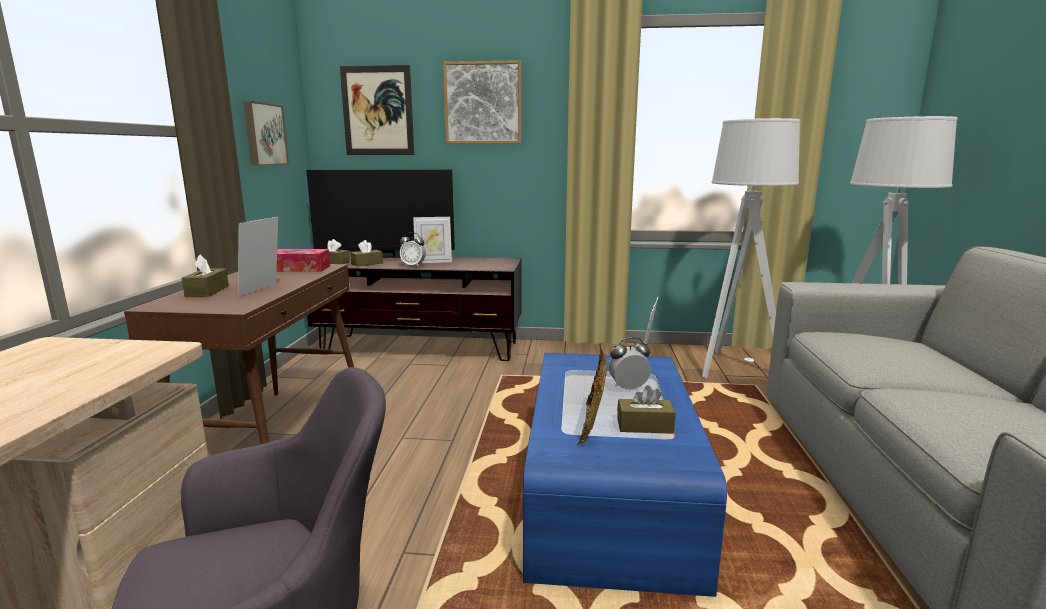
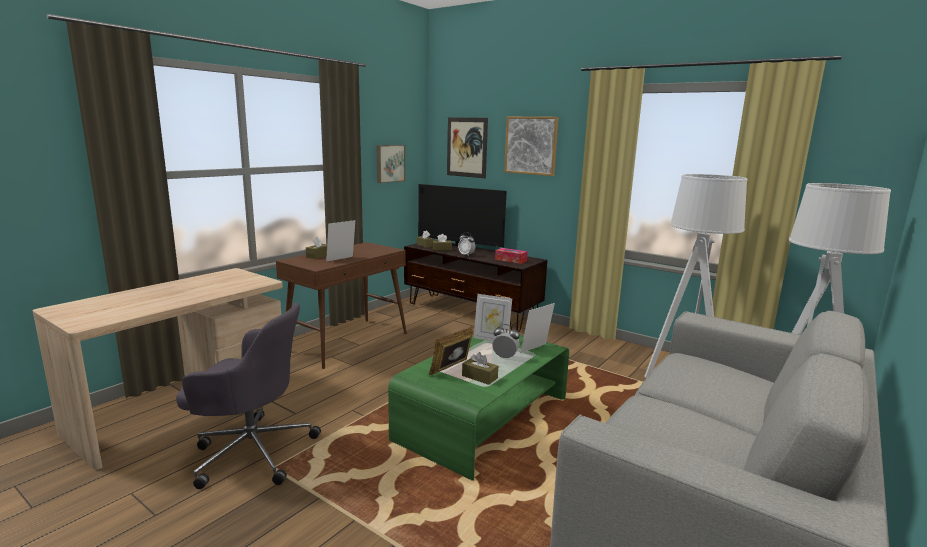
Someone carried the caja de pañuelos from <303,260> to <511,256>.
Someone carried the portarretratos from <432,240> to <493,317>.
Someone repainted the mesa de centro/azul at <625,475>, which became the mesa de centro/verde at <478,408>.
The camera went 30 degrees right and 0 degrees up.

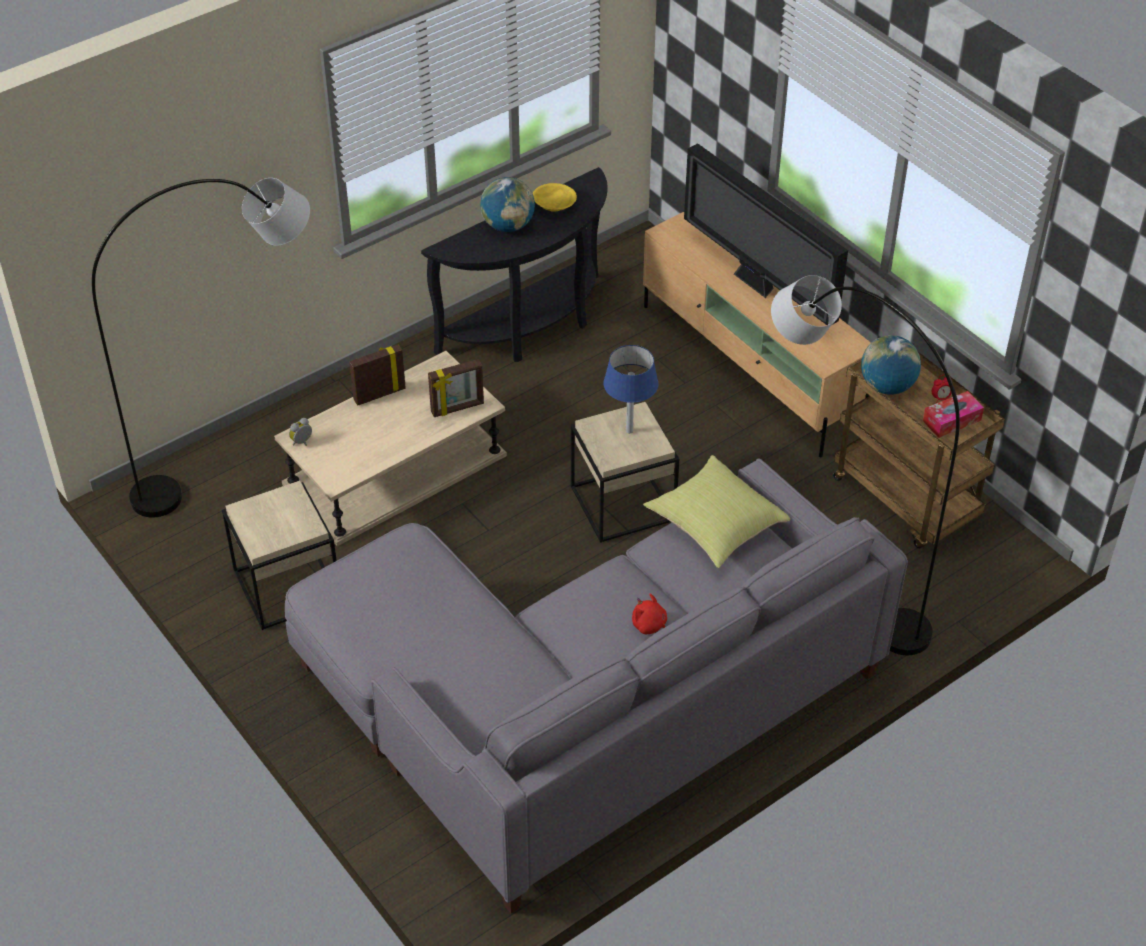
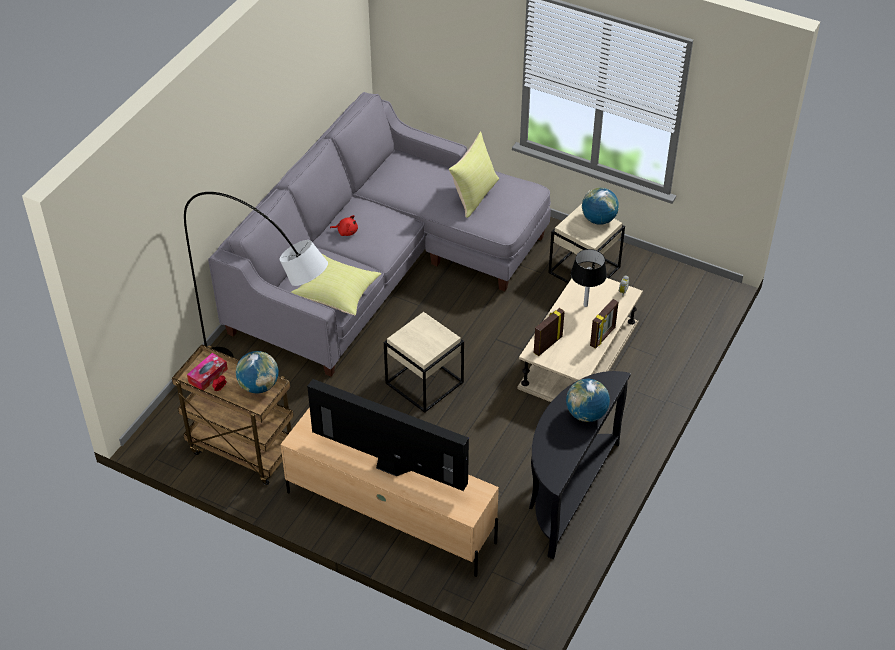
Someone took away the lámpara de pie/gris at <201,348>.
Someone took away the cuenco/amarillo at <555,197>.
Someone took away the lámpara de mesa/azul at <630,389>.
Someone put down the cojín/amarillo at <474,174>.
Someone put down the lámpara de mesa/negro at <589,278>.
Someone put down the globo terráqueo at <600,206>.
The camera went 155 degrees right and 0 degrees up.

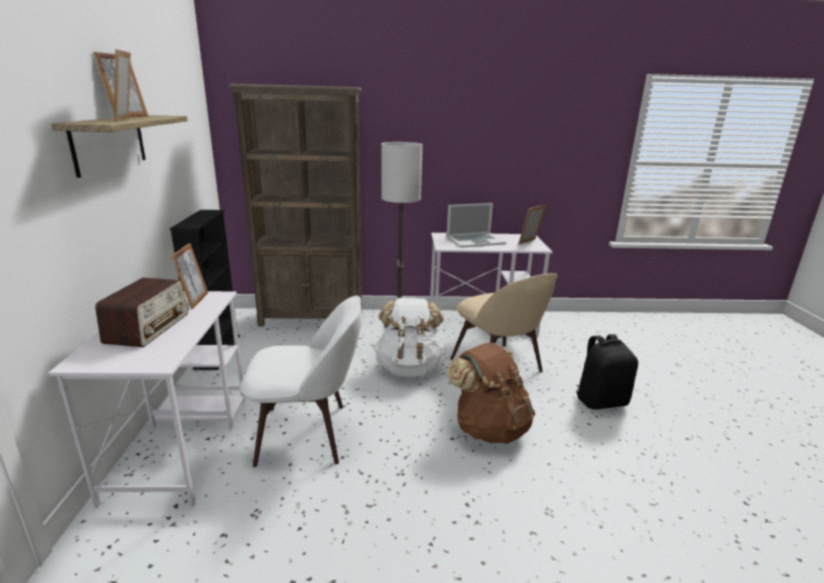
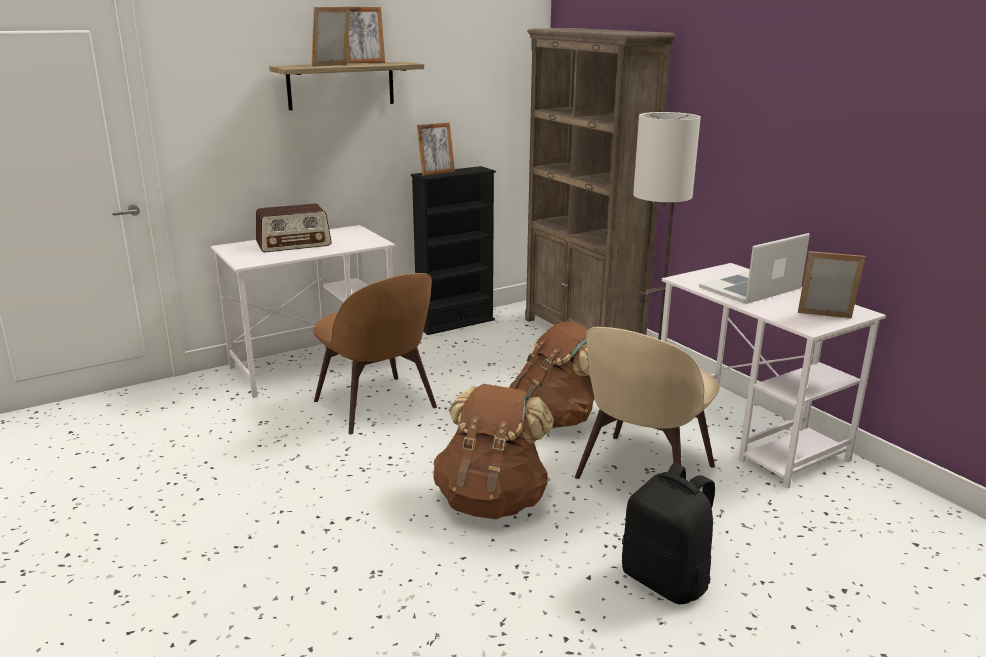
Someone carried the portarretratos from <189,276> to <436,149>.
Someone repainted the silla/blanco at <300,381>, which became the silla/marrón at <375,353>.
Someone repainted the mochila/blanco at <410,337>, which became the mochila/marrón at <551,374>.
Someone rotated the portátil at <476,225> by 105 degrees clockwise.
The camera went 60 degrees right and 0 degrees up.

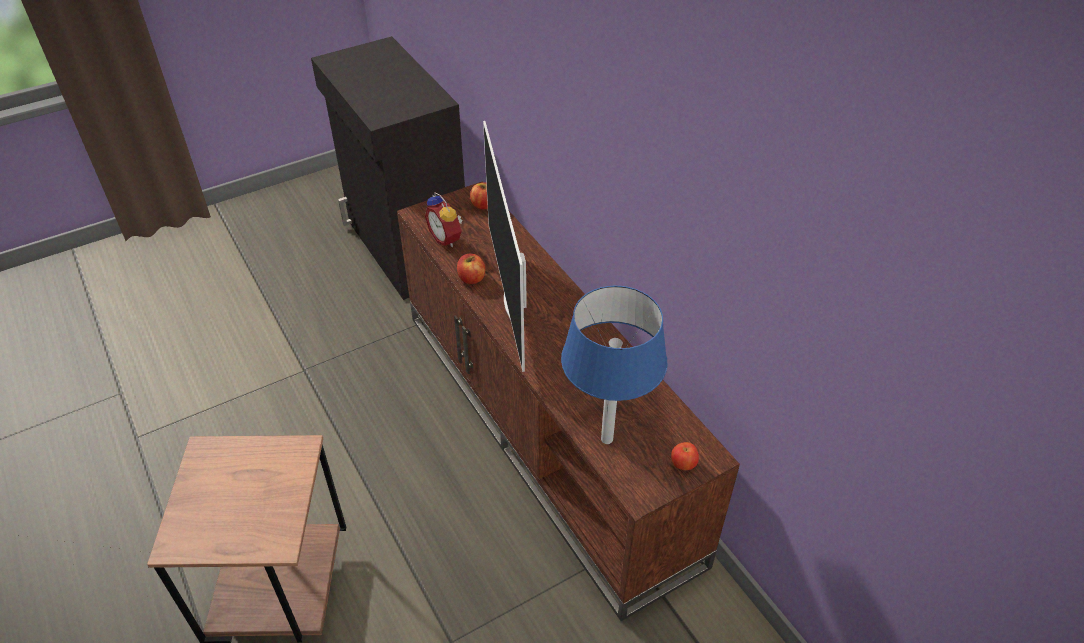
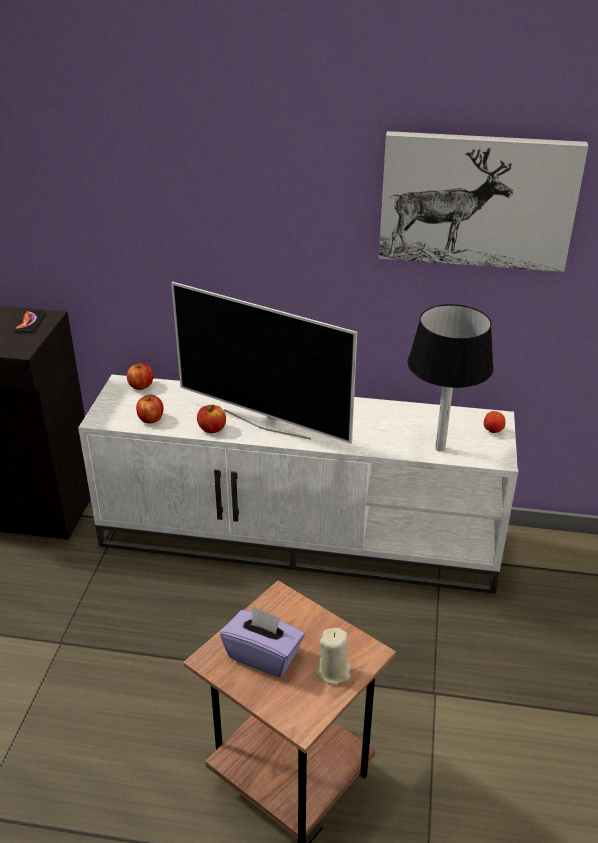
Someone repainted the mueble de televisión/marrón at <568,401>, which became the mueble de televisión/blanco at <298,484>.
Someone swapped the despertador at <444,219> for the manzana at <149,409>.
Someone repainted the lámpara de mesa/azul at <614,365>, which became the lámpara de mesa/negro at <450,378>.
Someone put down the móvil at <30,321>.
Someone put down the caja de pañuelos/morado at <262,641>.
Someone put down the vela/beis at <334,656>.
Someone put up the cuadro at <483,201>.
The camera went 50 degrees left and 10 degrees down.

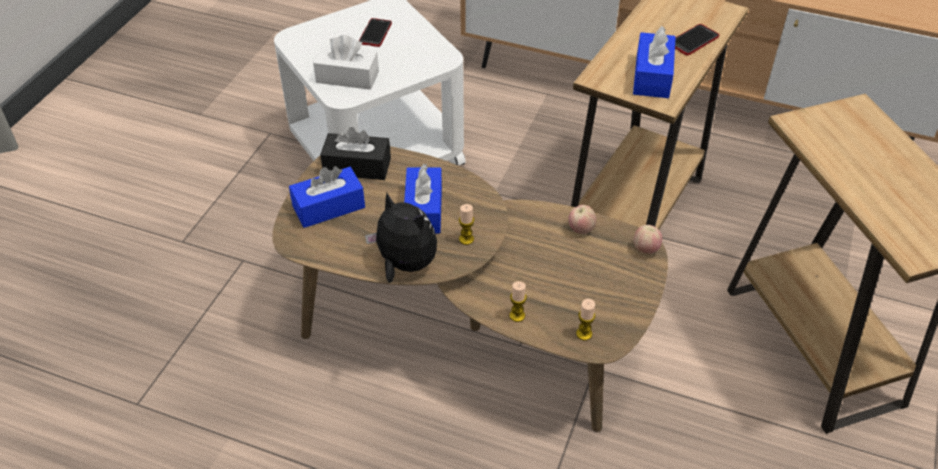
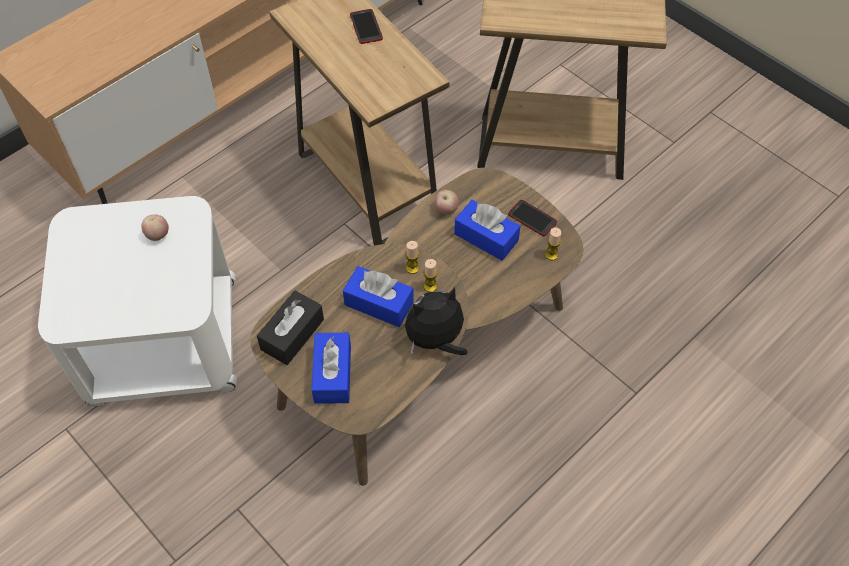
Someone took away the caja de pañuelos/blanco at <346,62>.
Someone carried the móvil from <375,32> to <532,218>.
Someone carried the vela from <518,301> to <412,257>.
Someone carried the caja de pañuelos/azul from <654,62> to <487,230>.
Someone carried the manzana from <648,239> to <155,227>.
The camera went 65 degrees left and 10 degrees up.

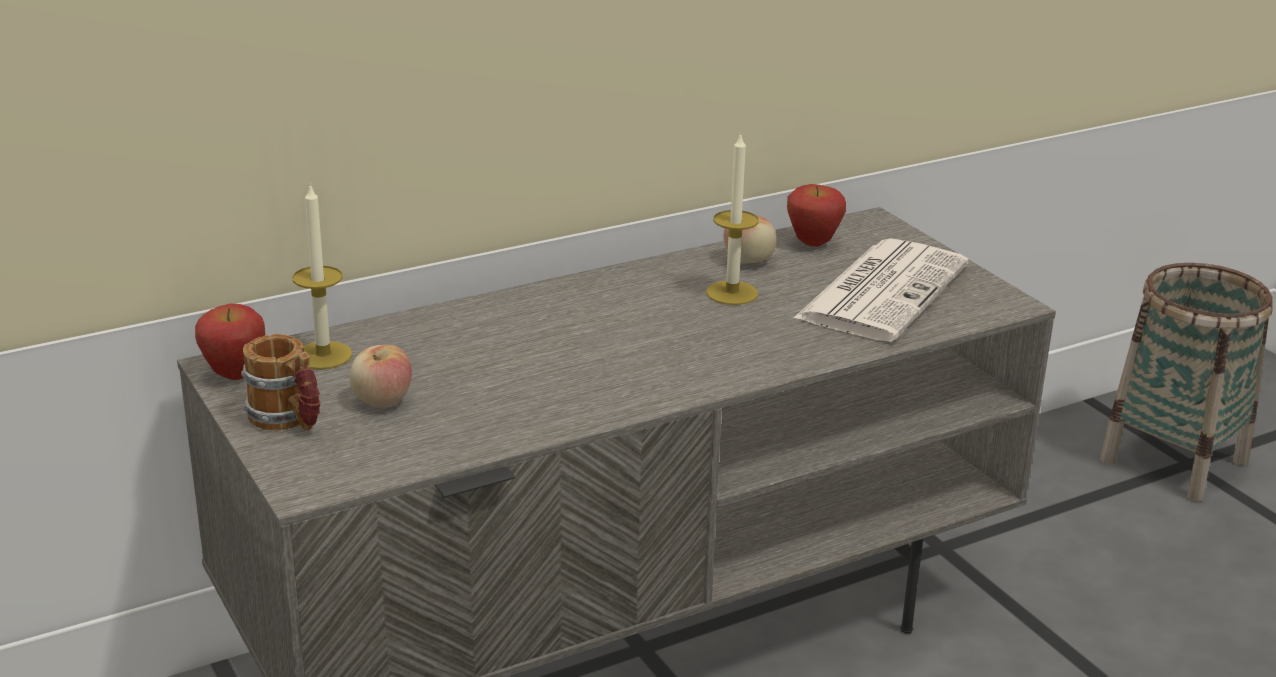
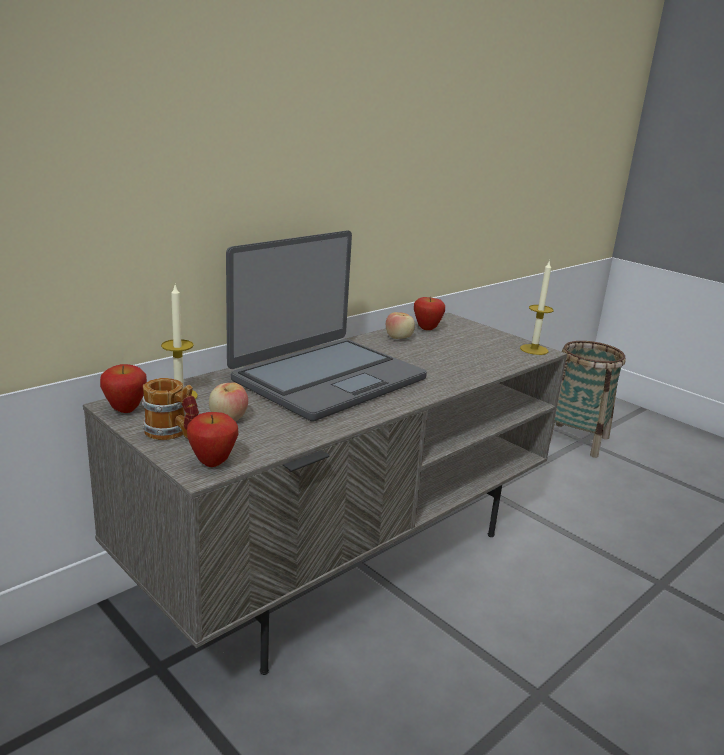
Someone carried the vela from <732,218> to <537,307>.
Someone took away the periódico at <881,290>.
Someone put down the manzana at <212,439>.
Someone put down the portátil at <326,326>.
The camera went 15 degrees left and 5 degrees down.

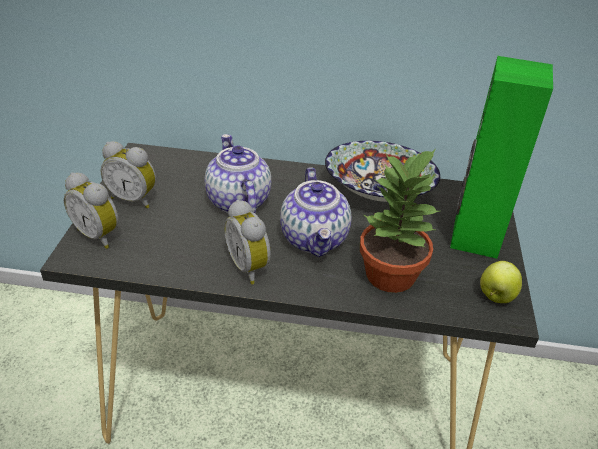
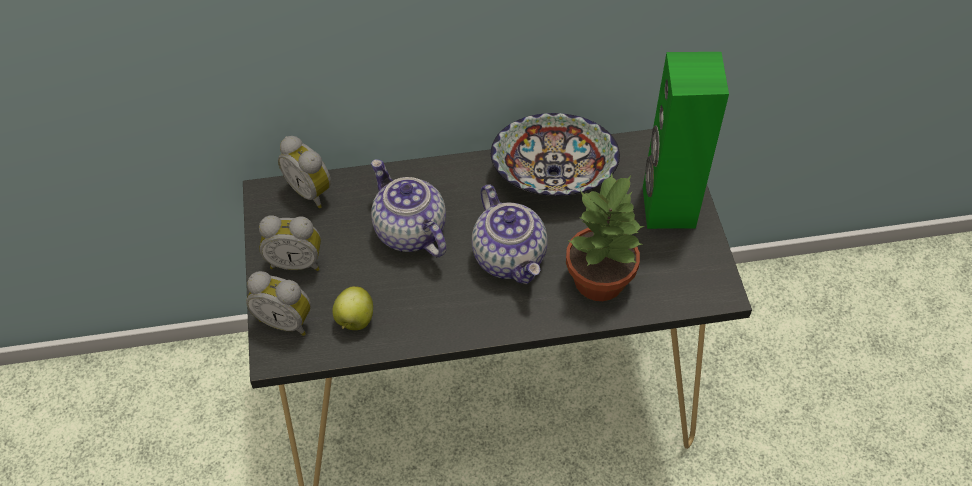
Someone carried the despertador from <247,242> to <304,172>.
Someone carried the manzana from <501,282> to <352,308>.
The camera went 15 degrees left and 15 degrees up.

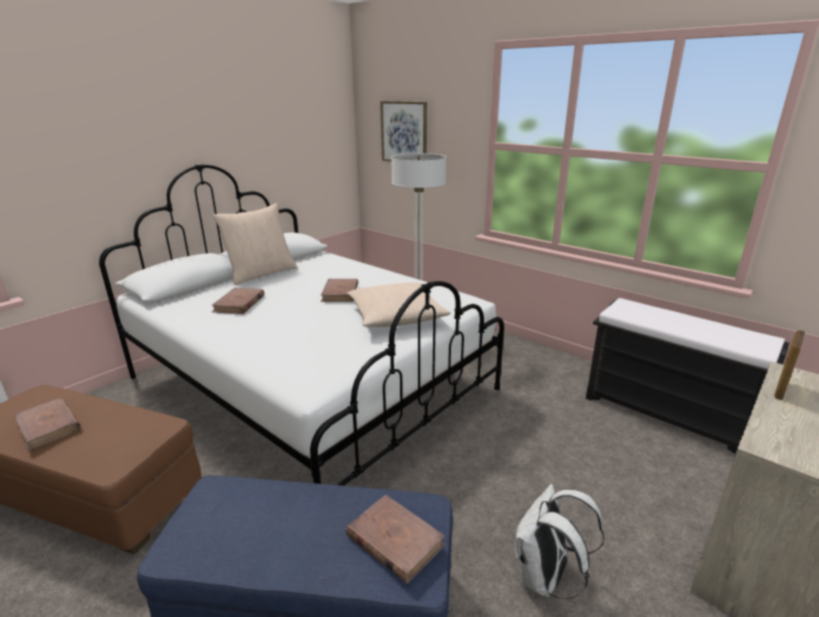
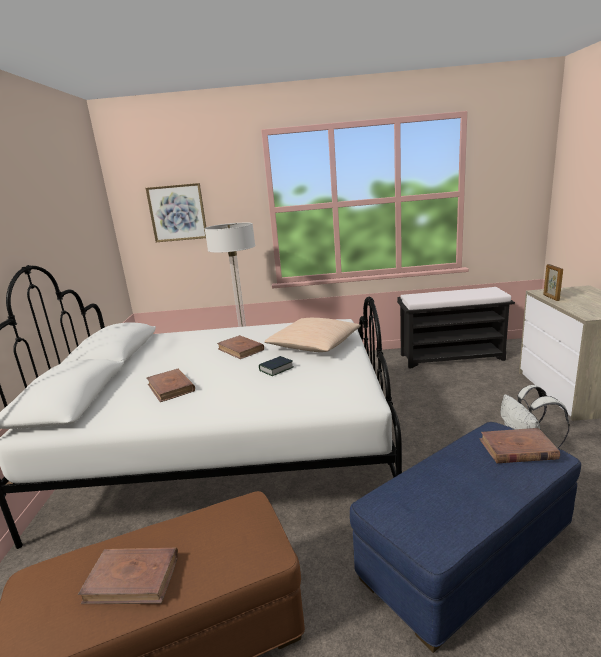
Someone took away the cojín/beis at <255,244>.
Someone put down the libro at <276,366>.
The camera went 40 degrees left and 5 degrees down.

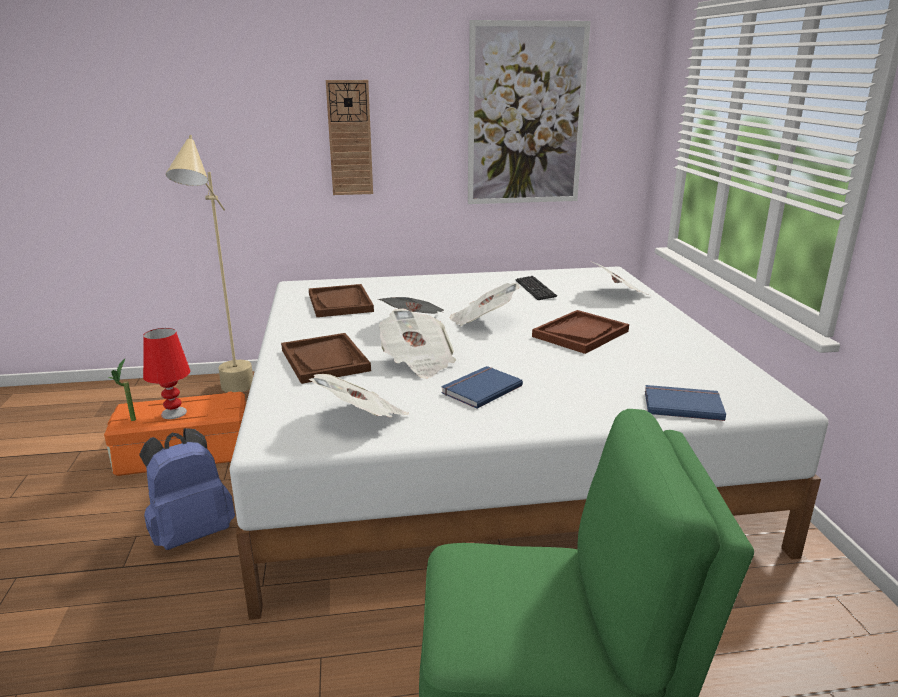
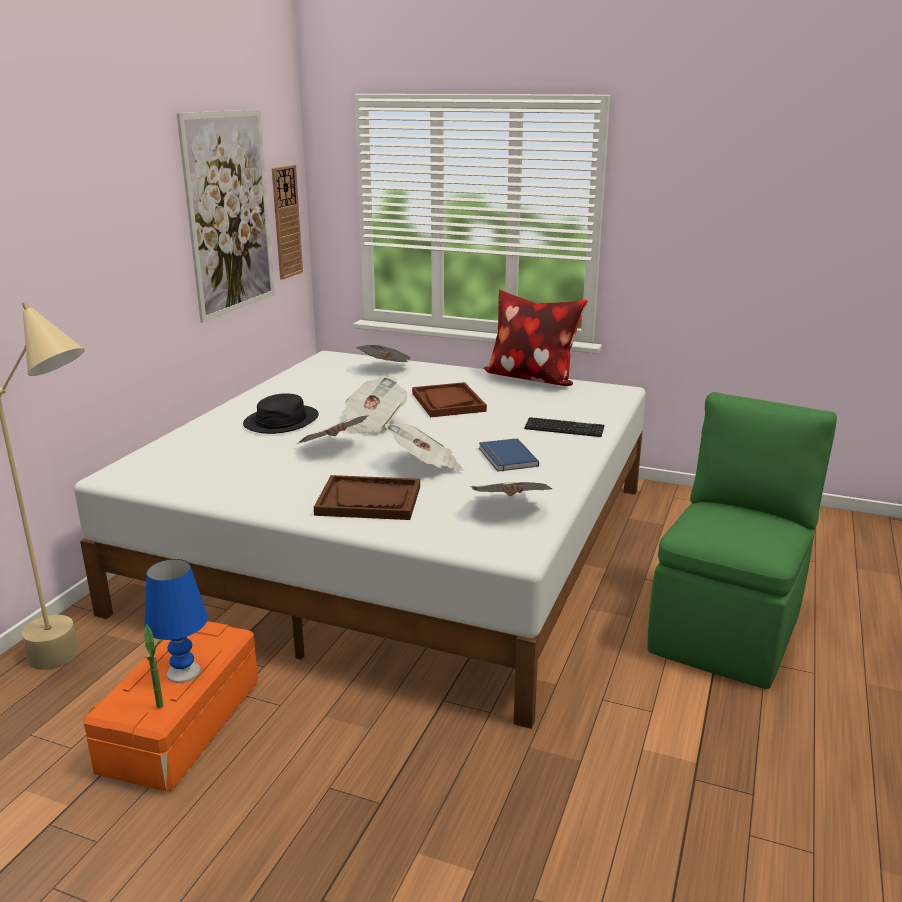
Someone took away the mochila/azul at <187,489>.
Someone repainted the lámpara de mesa/rojo at <166,373>, which became the lámpara de mesa/azul at <176,621>.
Someone took away the bandeja/marrón at <341,300>.
Someone carried the reloj de pared from <349,137> to <287,222>.
Someone carried the teclado from <536,288> to <564,427>.
Someone took away the libro/azul at <685,403>.
Someone put down the sombrero/negro at <281,413>.
Someone put down the cojín at <536,338>.
The camera went 60 degrees left and 0 degrees up.

